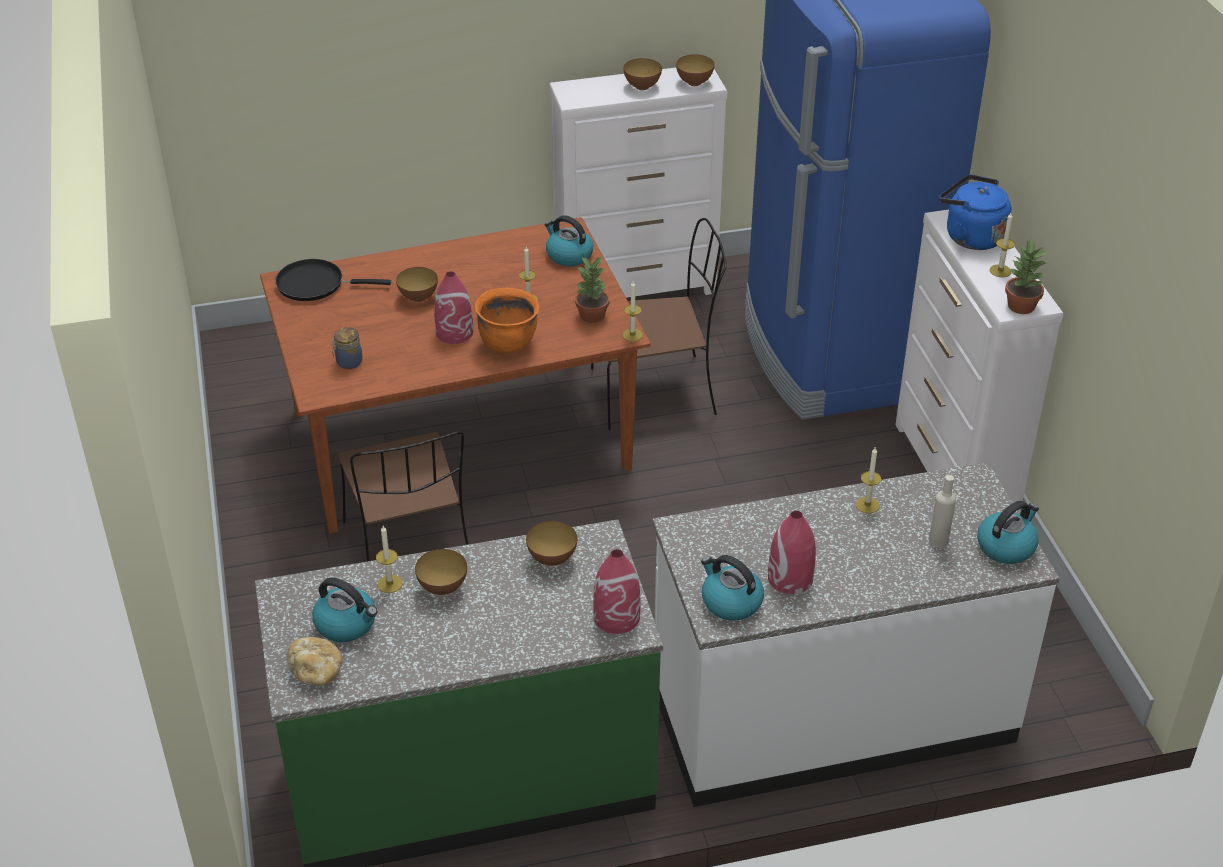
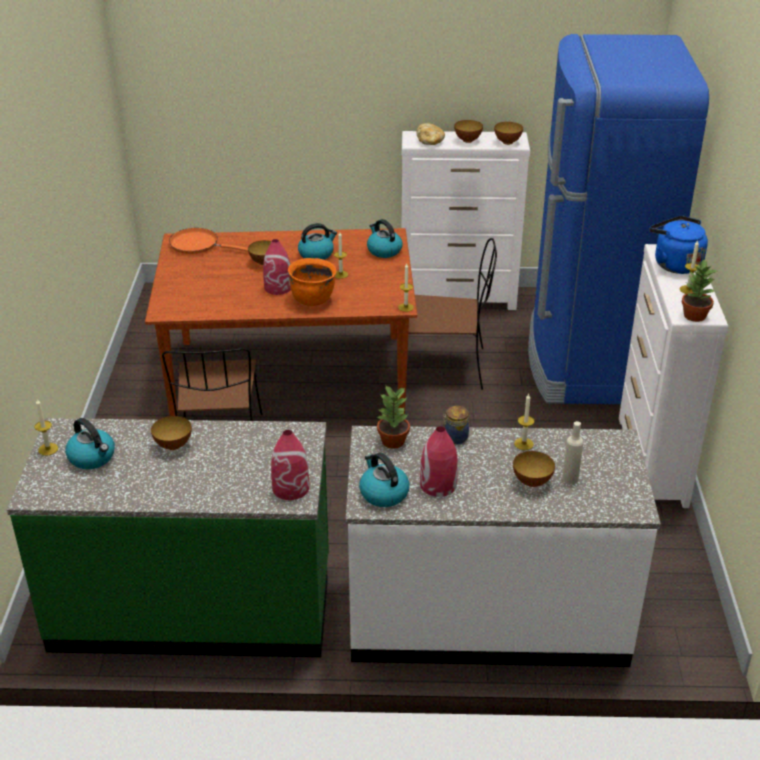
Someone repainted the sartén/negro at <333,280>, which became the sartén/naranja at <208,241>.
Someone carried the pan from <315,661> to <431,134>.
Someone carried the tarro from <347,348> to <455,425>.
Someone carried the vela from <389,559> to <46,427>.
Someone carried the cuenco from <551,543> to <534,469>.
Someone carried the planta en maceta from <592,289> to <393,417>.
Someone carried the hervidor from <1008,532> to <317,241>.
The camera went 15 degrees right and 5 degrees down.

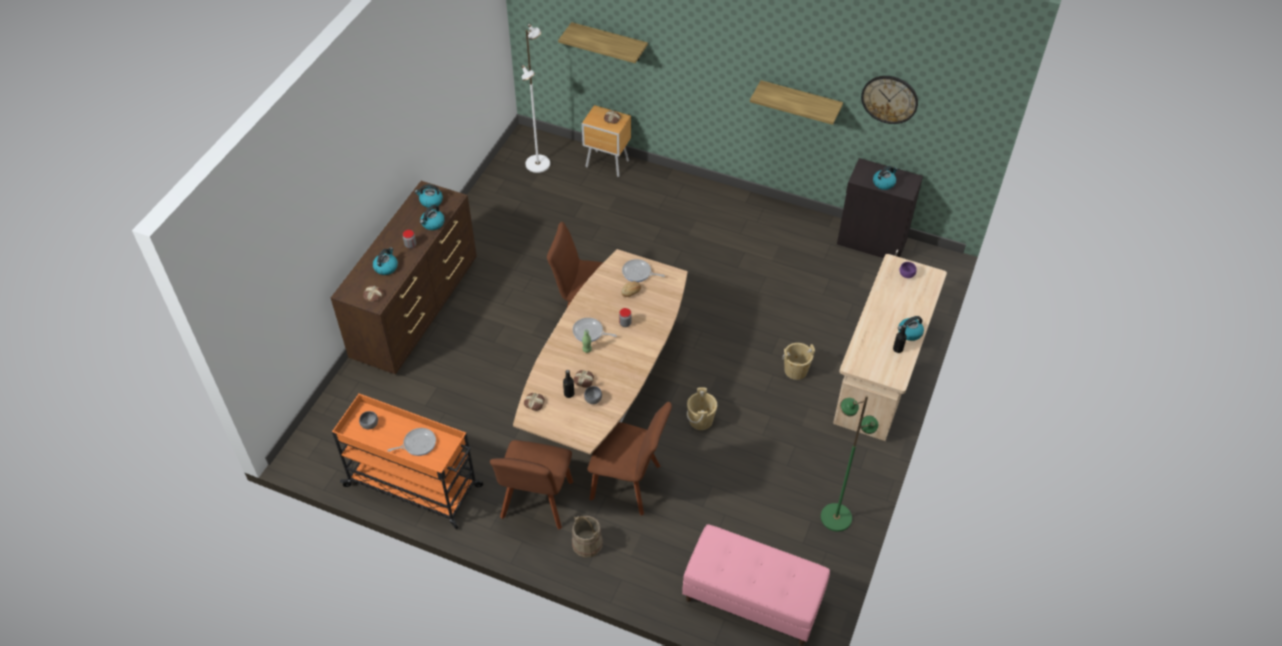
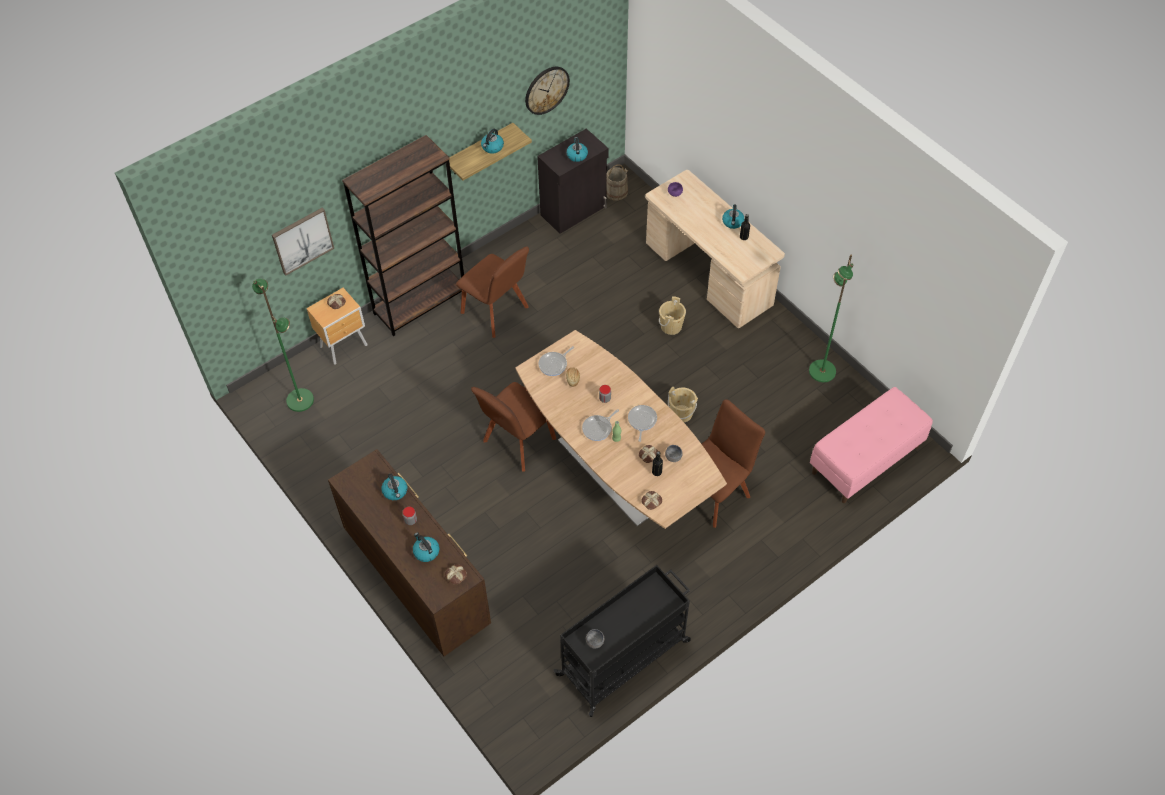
Someone repainted the carrito/naranja at <407,461>, which became the carrito/negro at <622,641>.
Someone carried the sartén from <411,442> to <642,423>.
Someone carried the hervidor from <429,196> to <492,141>.
Someone carried the silla/marrón from <531,484> to <492,292>.
Someone repainted the lámpara de pie/blanco at <535,98>, which became the lámpara de pie/verde at <283,345>.
Someone swapped the estante at <603,42> for the cuadro at <303,242>.
Someone carried the cubo/beis from <587,537> to <617,182>.
Someone put down the estantería/marrón at <403,235>.
The camera went 60 degrees left and 5 degrees up.

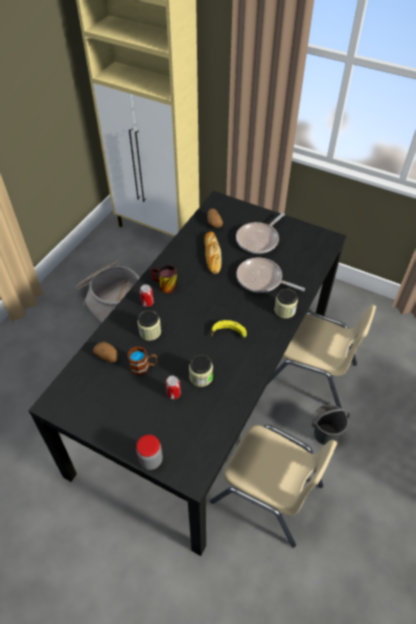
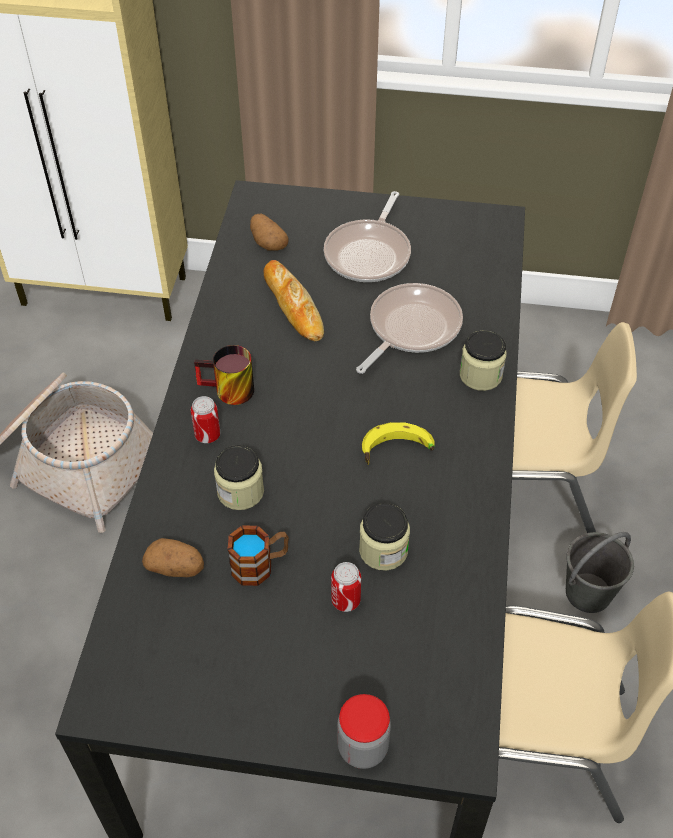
Someone rotated the sartén at <270,275> by 120 degrees clockwise.
The camera went 20 degrees left and 0 degrees up.

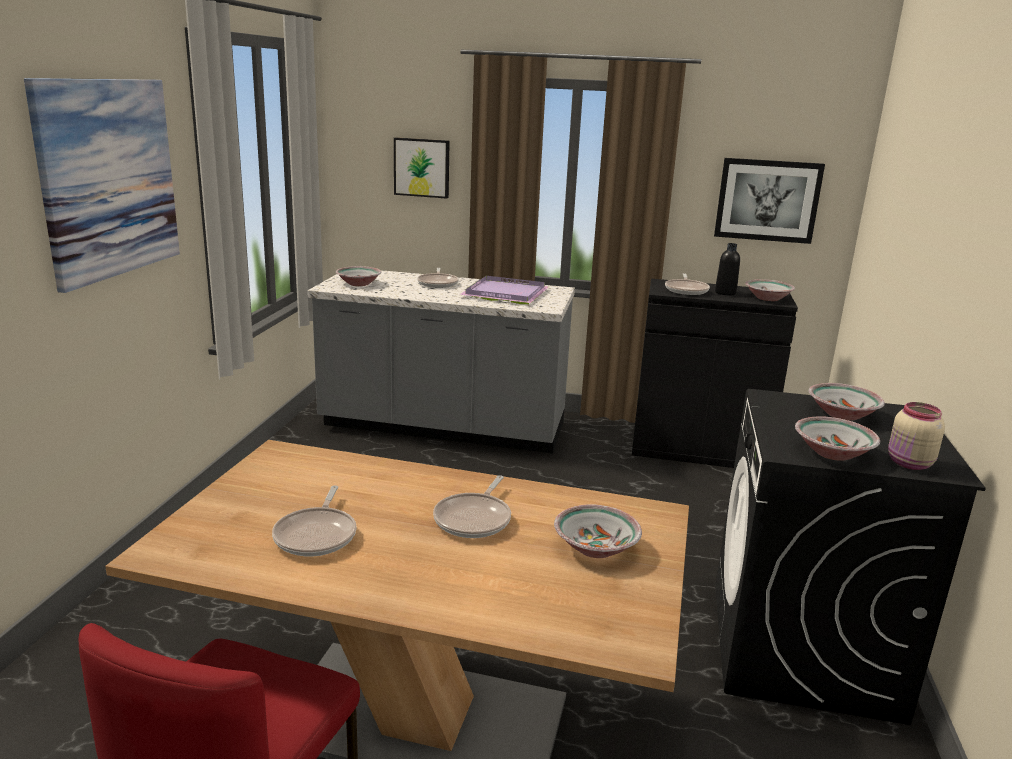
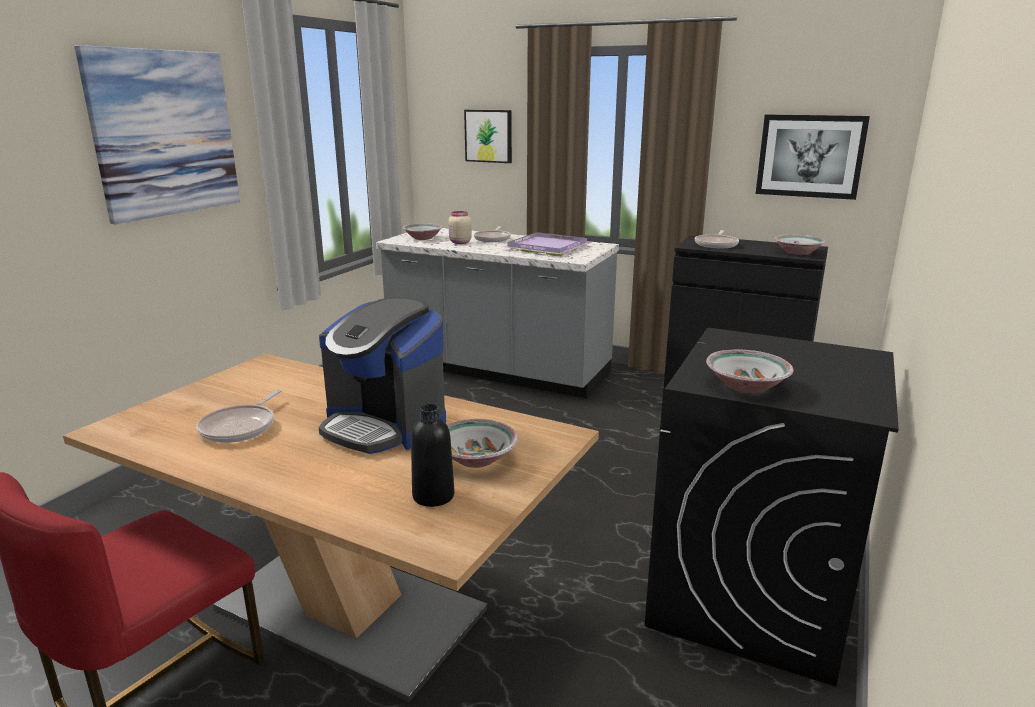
Someone swapped the sartén at <472,506> for the cafetera at <382,375>.
Someone carried the botella/negro from <727,269> to <432,455>.
Someone took away the cuenco at <847,402>.
Someone carried the tarro/beis from <916,436> to <460,227>.
The camera went 15 degrees right and 0 degrees up.

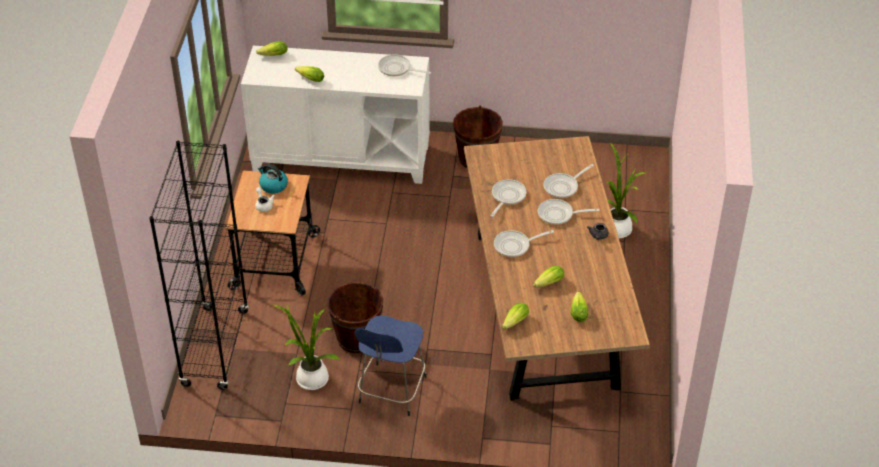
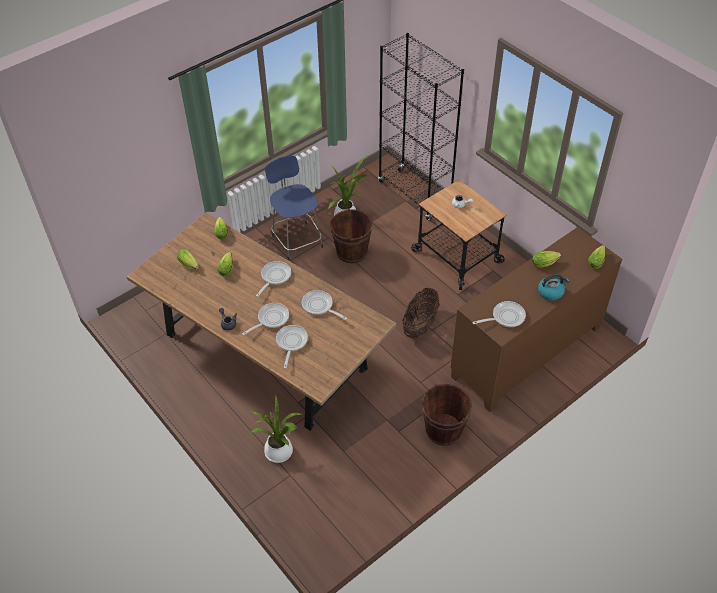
Someone repainted the armario/blanco at <335,115>, which became the armario/marrón at <536,319>.
Someone carried the hervidor from <273,179> to <553,288>.
Someone rotated the sartén at <508,198> by 150 degrees clockwise.
Someone put down the cesta at <421,313>.
The camera went 135 degrees right and 5 degrees up.

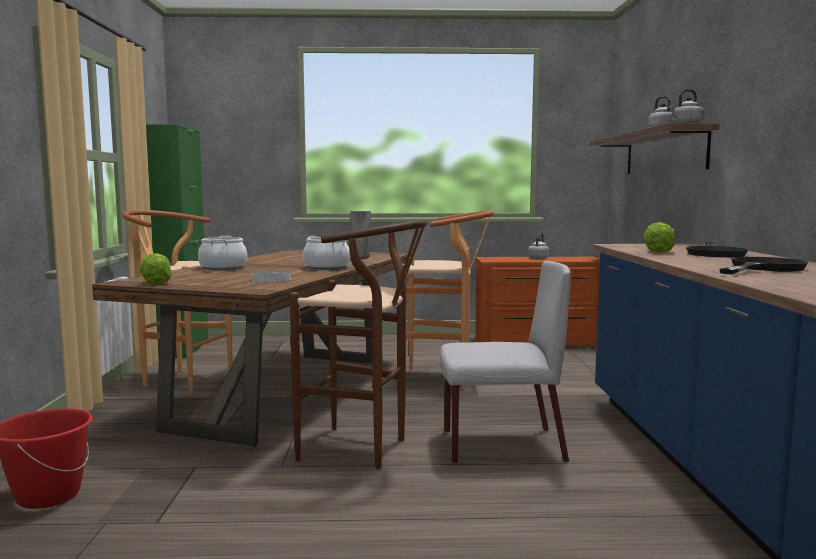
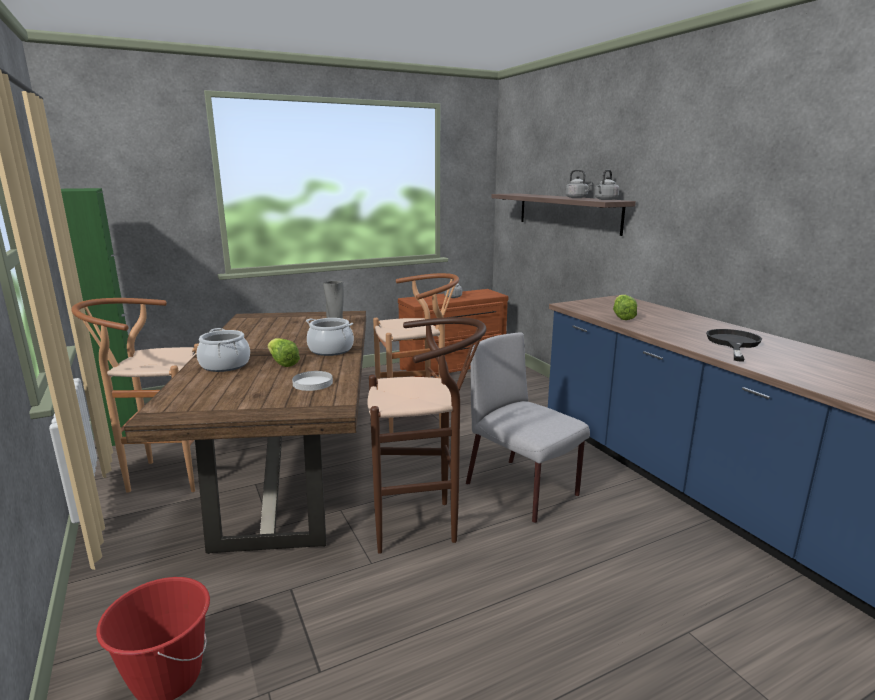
Someone carried the lechuga from <155,268> to <284,352>.
Someone rotated the silla/gris at <505,362> by 105 degrees counterclockwise.
Someone took away the sartén/negro at <717,250>.
The camera went 25 degrees left and 10 degrees up.

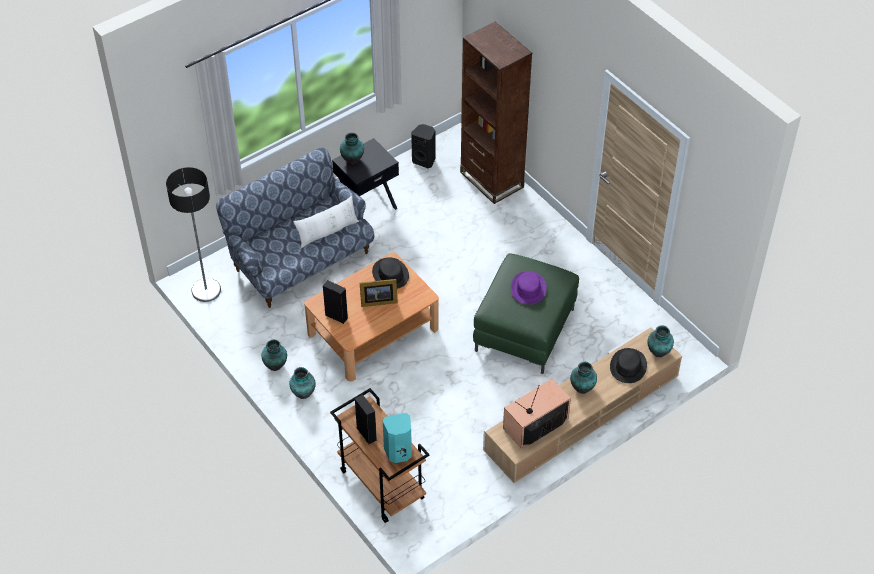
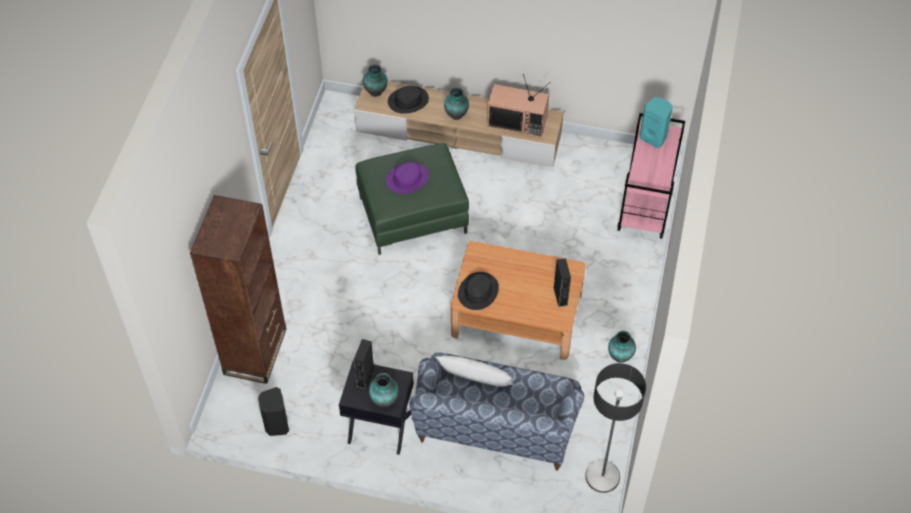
Someone took away the florero at <302,383>.
Someone repainted the carrito/marrón at <379,455>, which became the carrito/rosa at <651,176>.
Someone carried the altavoz/negro from <366,419> to <364,364>.
Someone took away the portarretratos at <379,293>.
The camera went 130 degrees left and 5 degrees up.

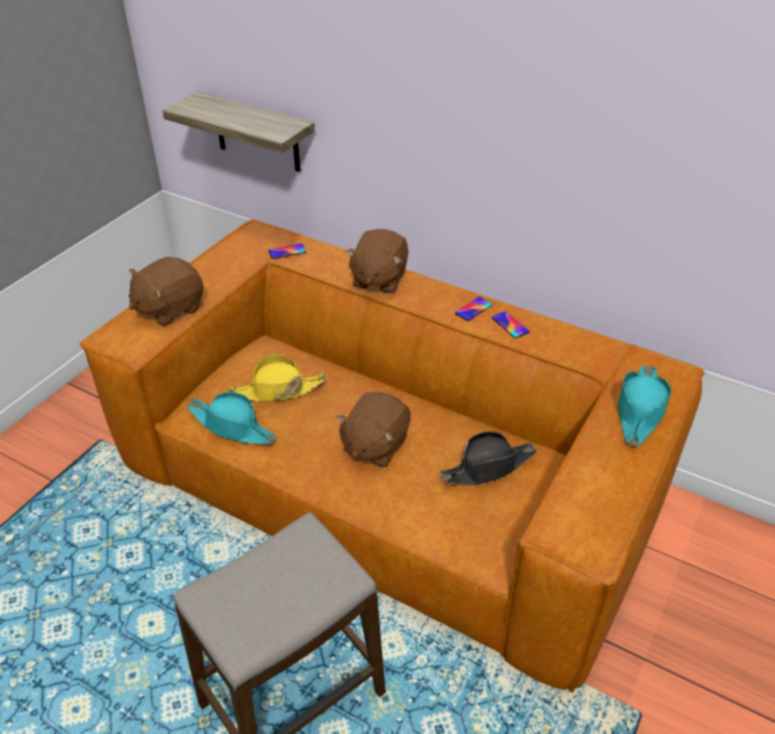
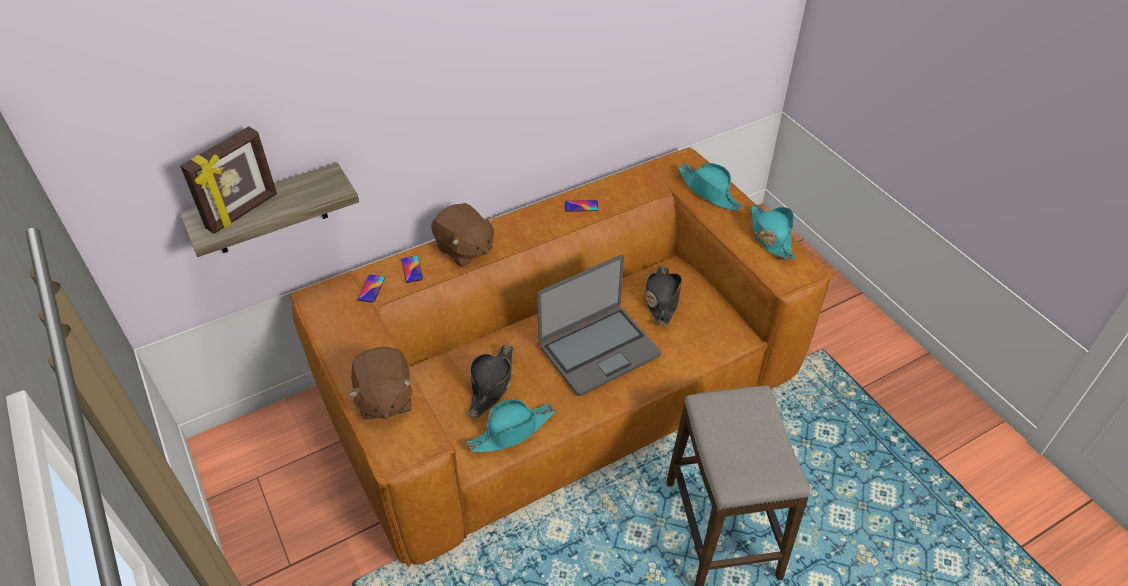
Someone repainted the sombrero/amarillo at <277,377>, which became the sombrero/negro at <490,381>.
Someone swapped the peluche/marrón at <373,429> for the portátil at <599,325>.
Someone carried the móvil from <474,309> to <412,269>.
Someone put down the portarretratos at <228,180>.
Someone put down the sombrero/turquesa at <773,232>.
The camera went 60 degrees left and 5 degrees up.

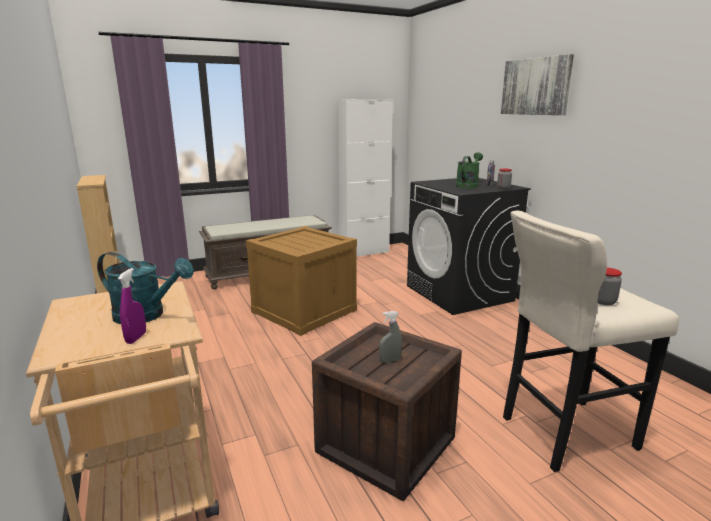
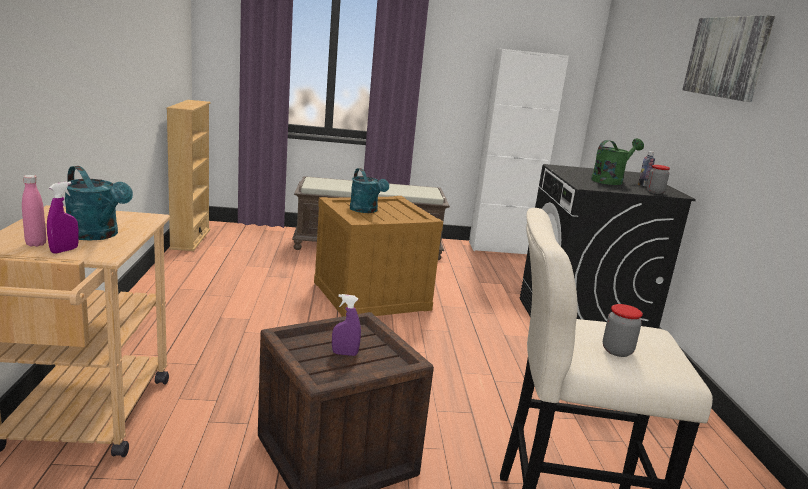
Someone repainted the pulverizador/gris at <390,337>, which became the pulverizador/morado at <346,325>.
Someone put down the botella/rosa at <34,211>.
Someone put down the regadera/turquesa at <369,190>.
The camera went 20 degrees right and 0 degrees up.

